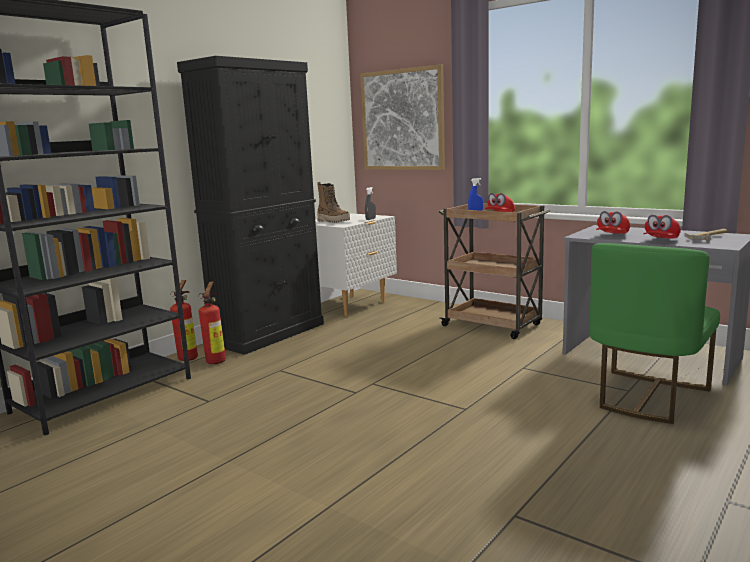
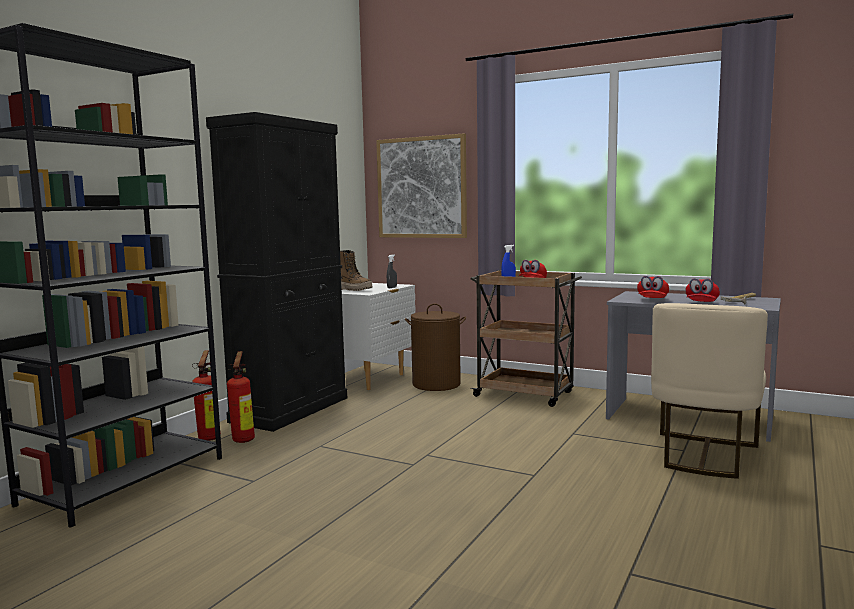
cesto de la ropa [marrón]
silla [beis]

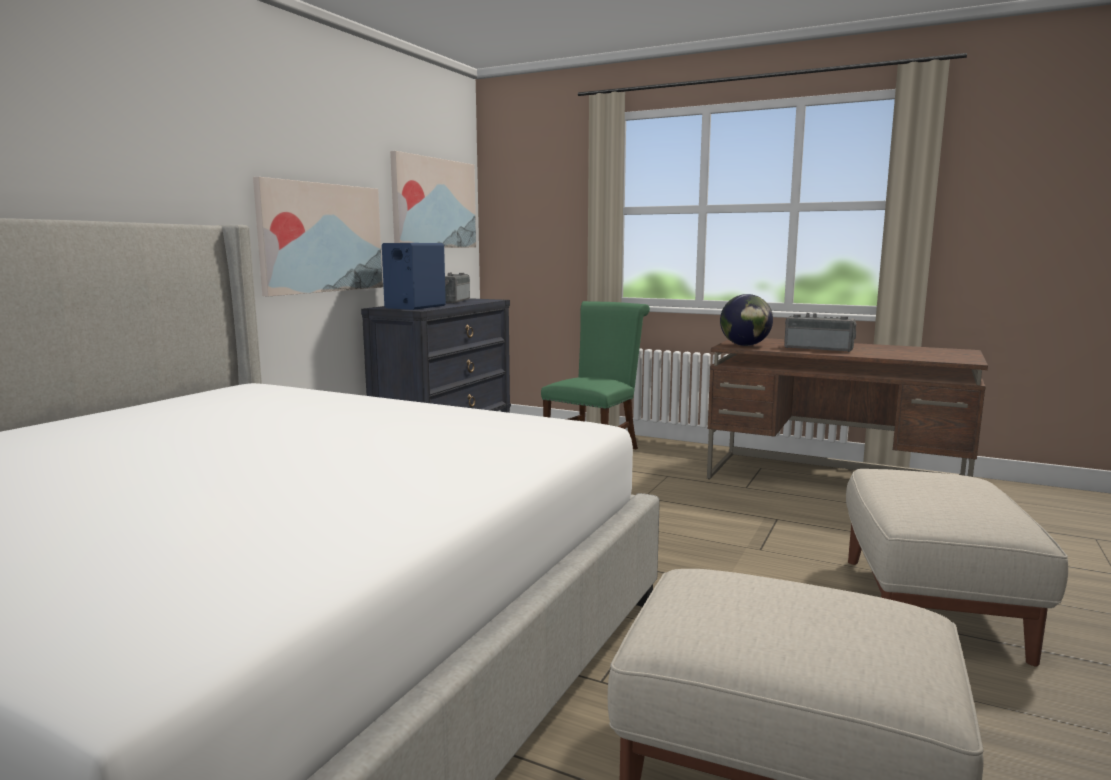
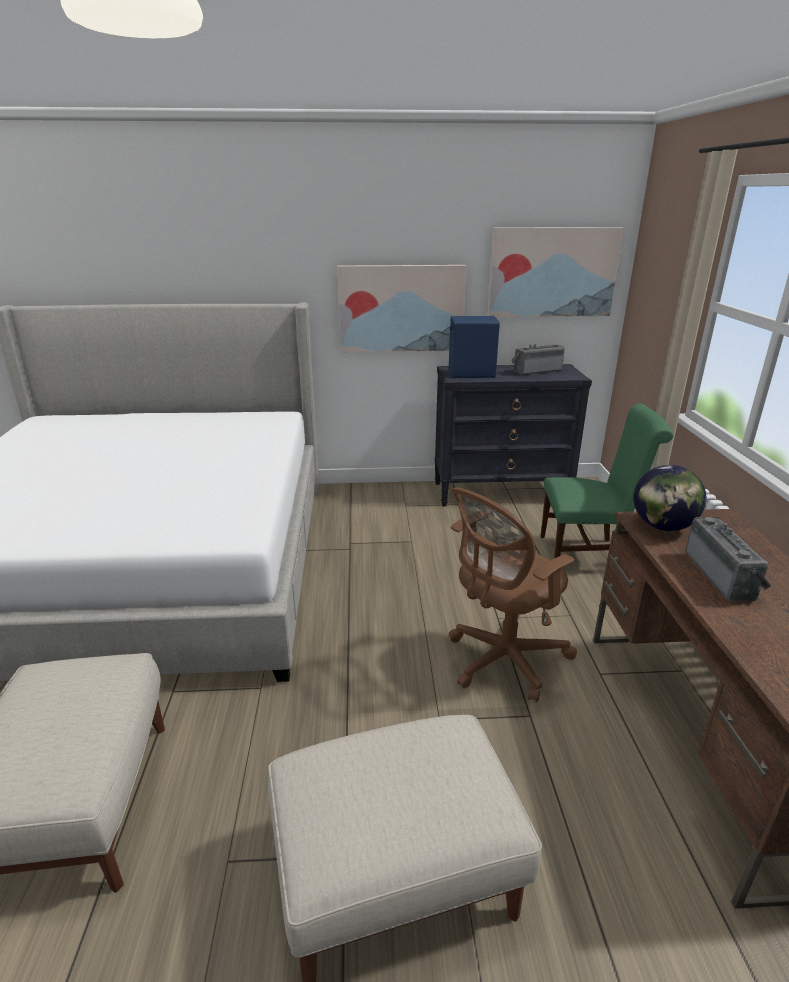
silla de oficina [marrón]

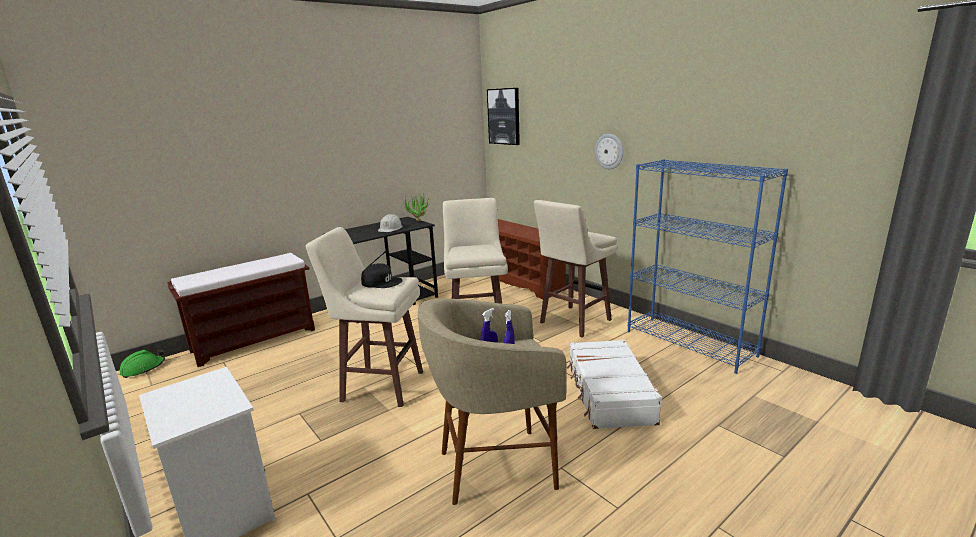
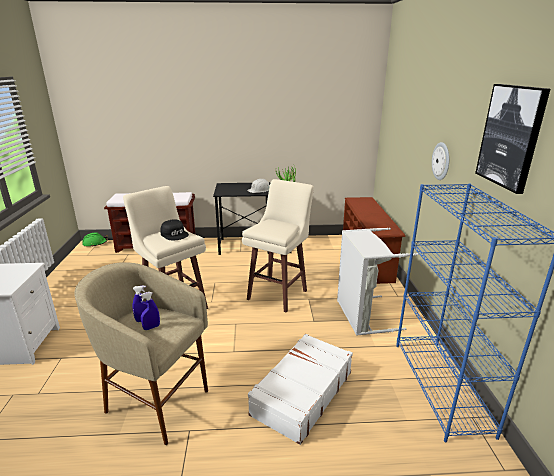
cesto de la ropa [gris]
cuadro

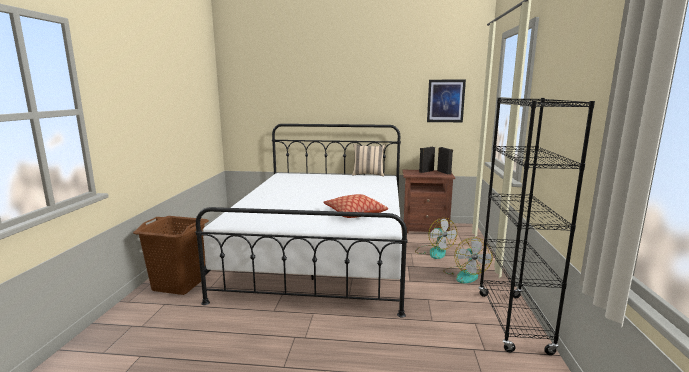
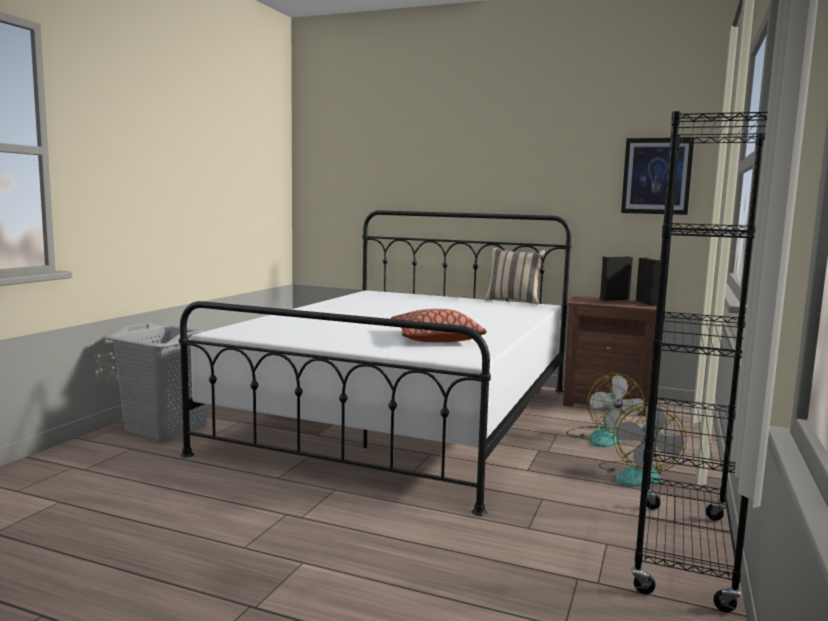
cesto de la ropa [gris]

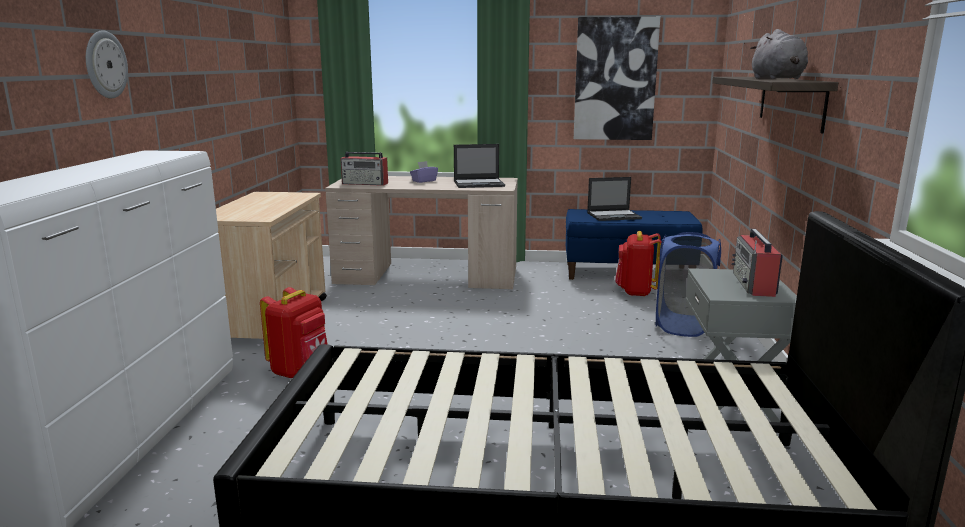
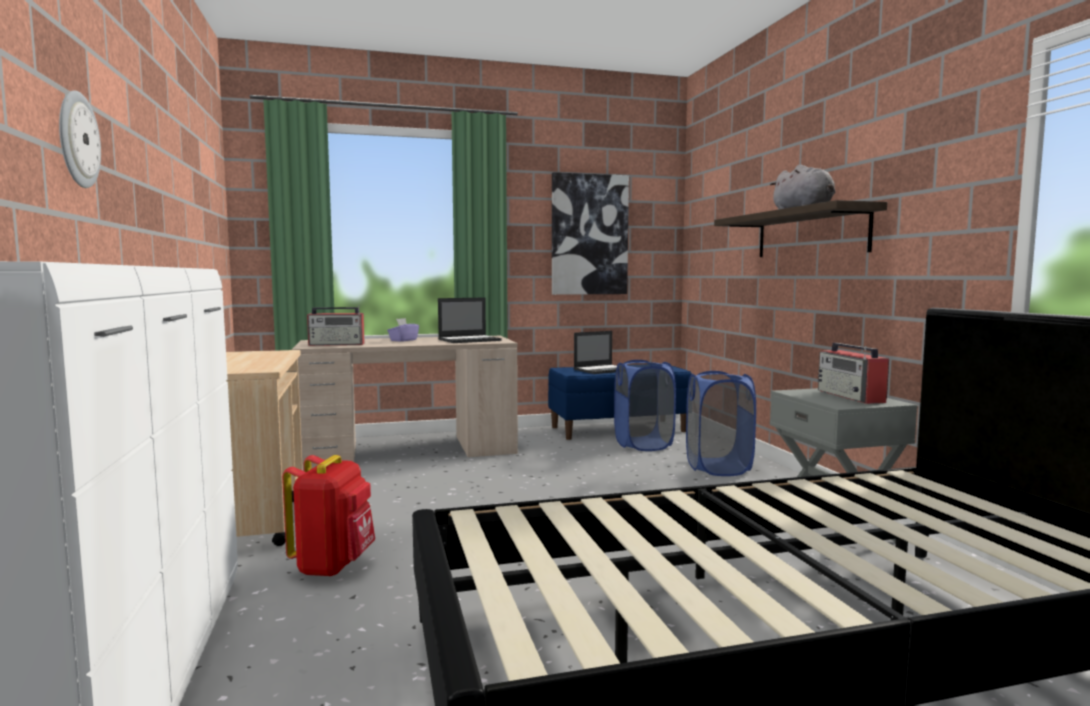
cesto de la ropa [azul] (no. 1 from left)

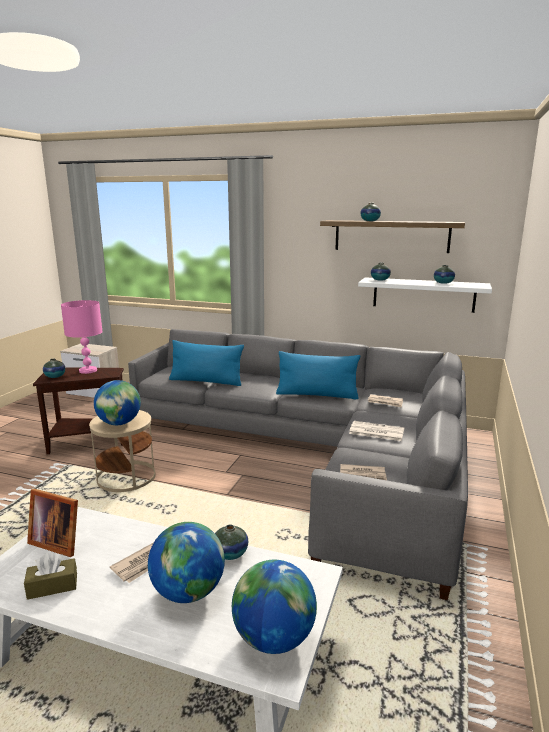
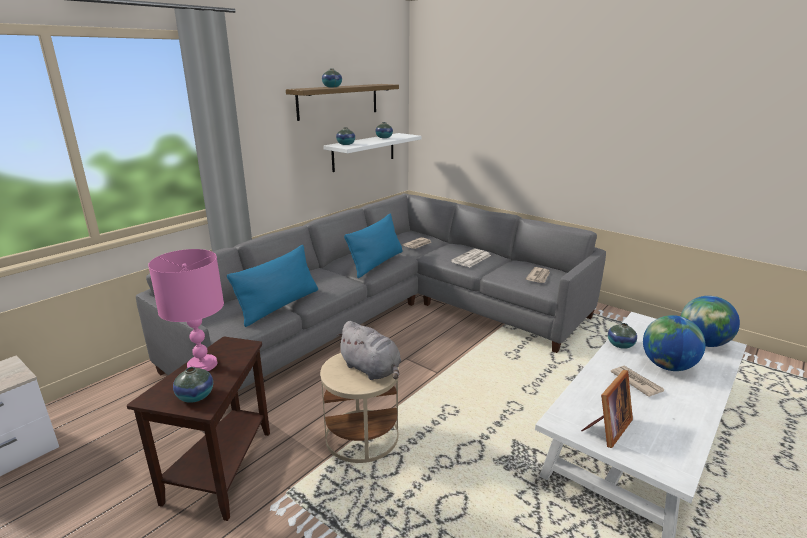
peluche [gris]
caja de pañuelos [marrón]

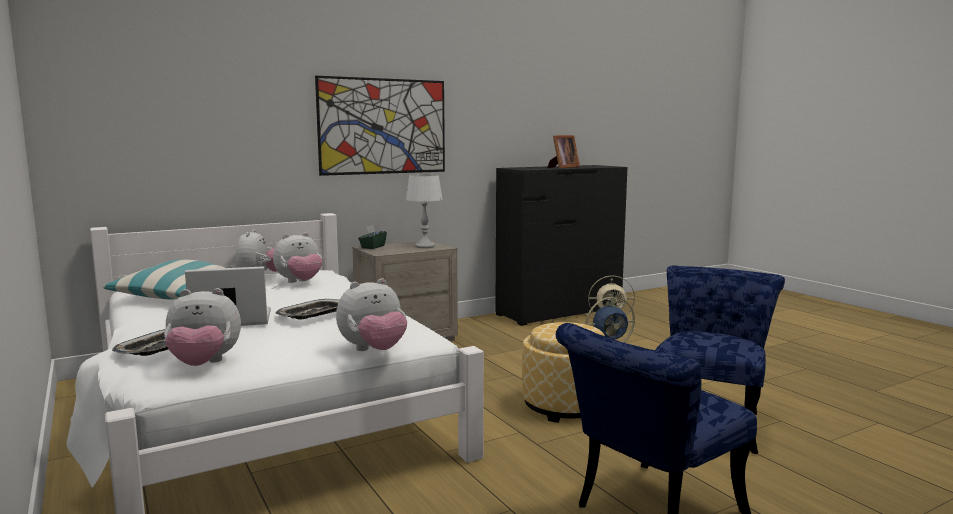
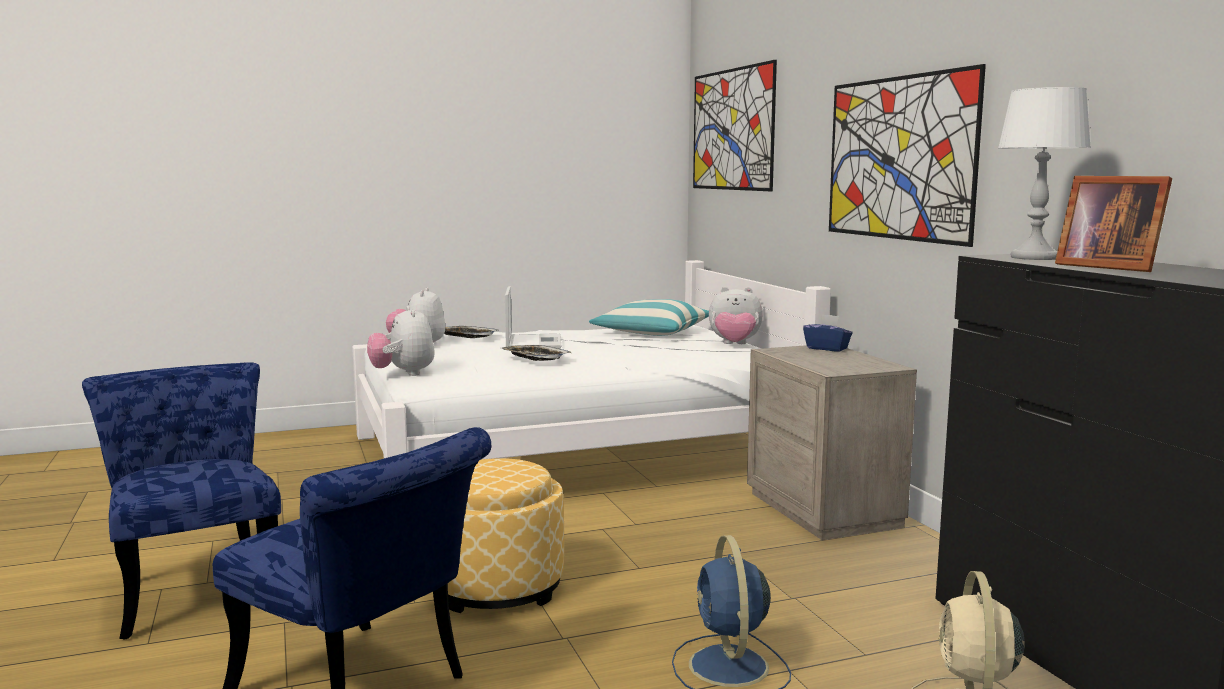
cuadro (no. 1 from left)
caja de pañuelos [azul]
lámpara de mesa [blanco]
peluche (no. 3 from left in the first image)

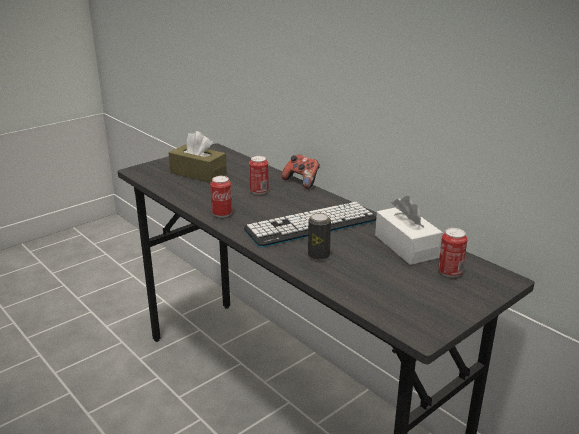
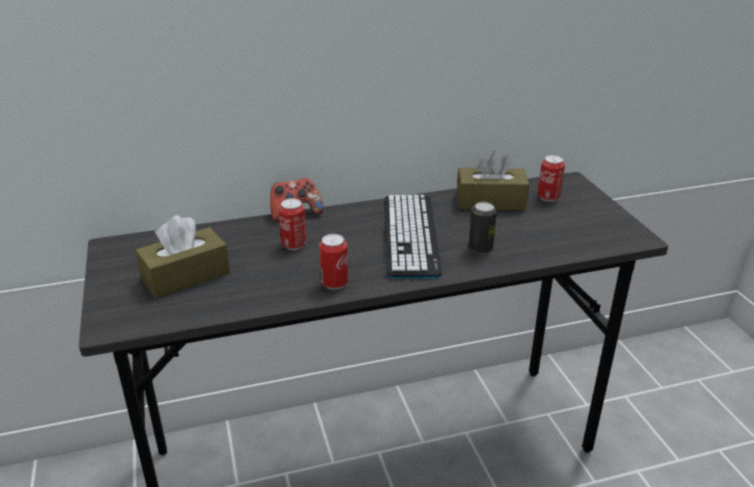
caja de pañuelos [marrón] (no. 2 from left)

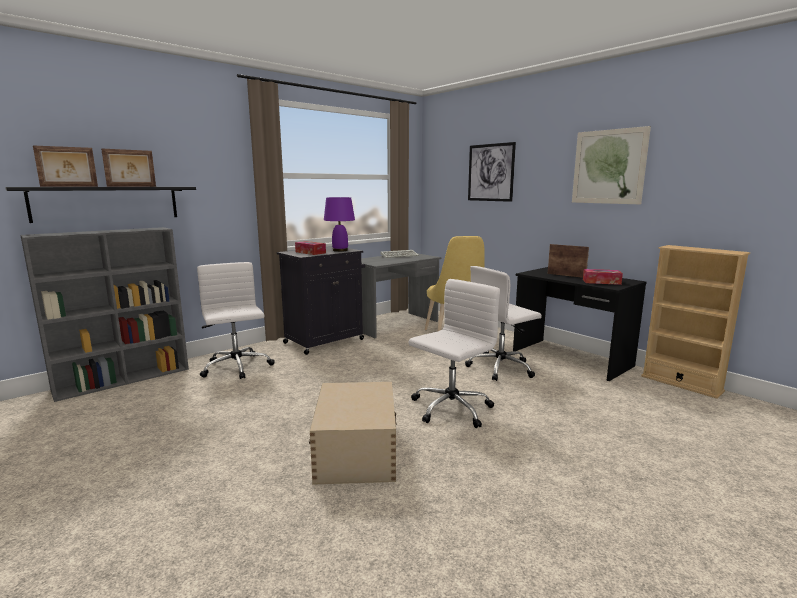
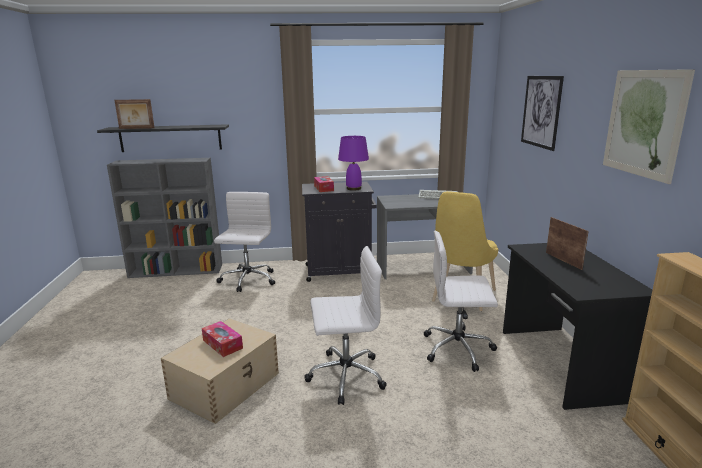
caja de pañuelos (no. 1 from left)
portarretratos (no. 2 from left in the first image)

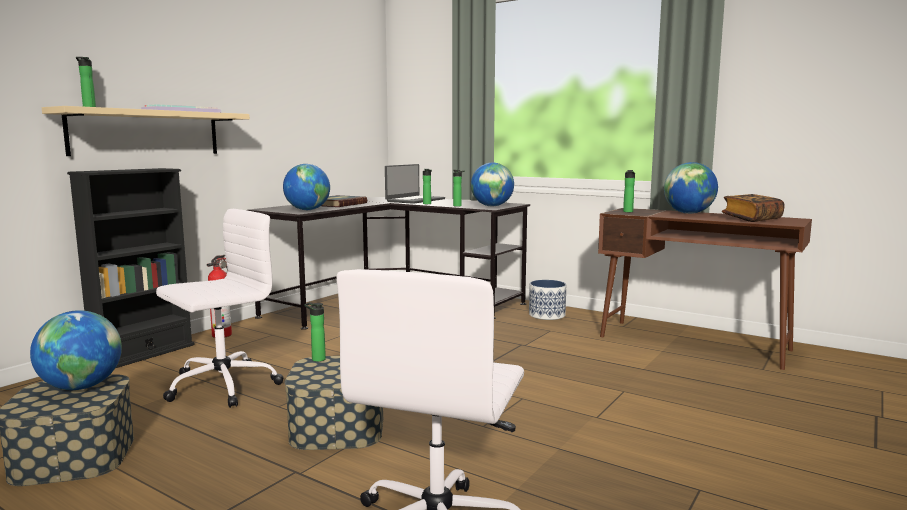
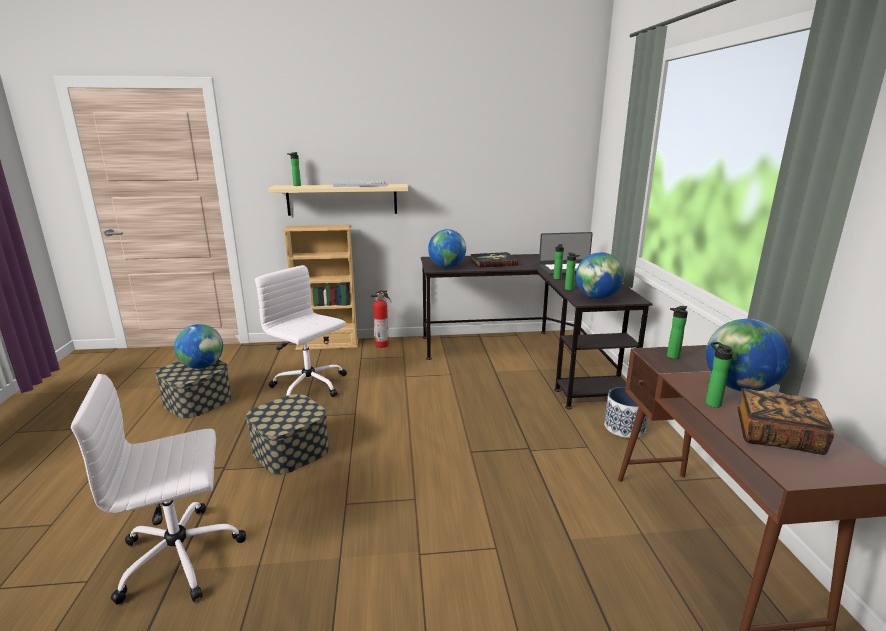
silla de oficina [blanco] (no. 2 from left)
estantería [beis]
botella (no. 5 from left)

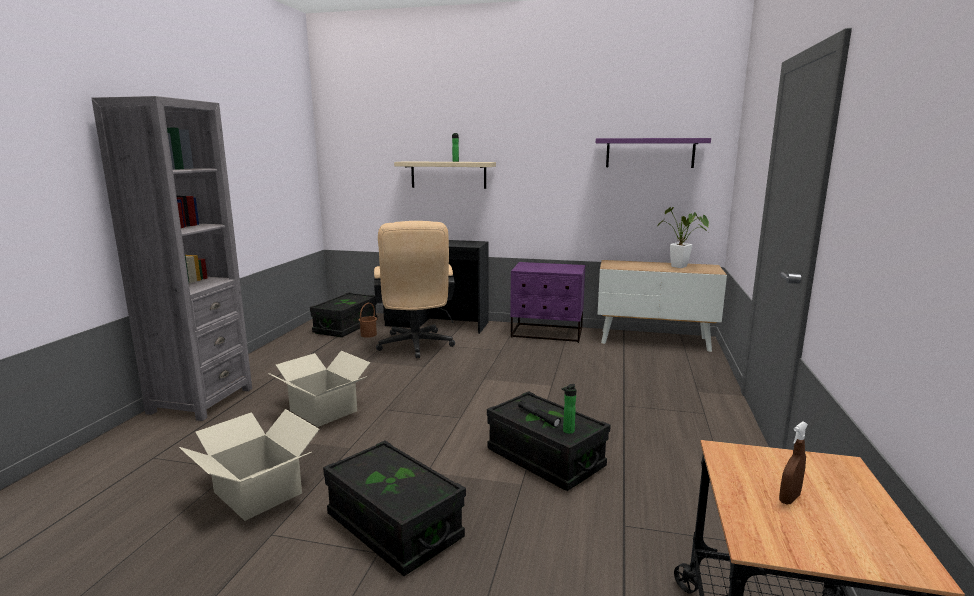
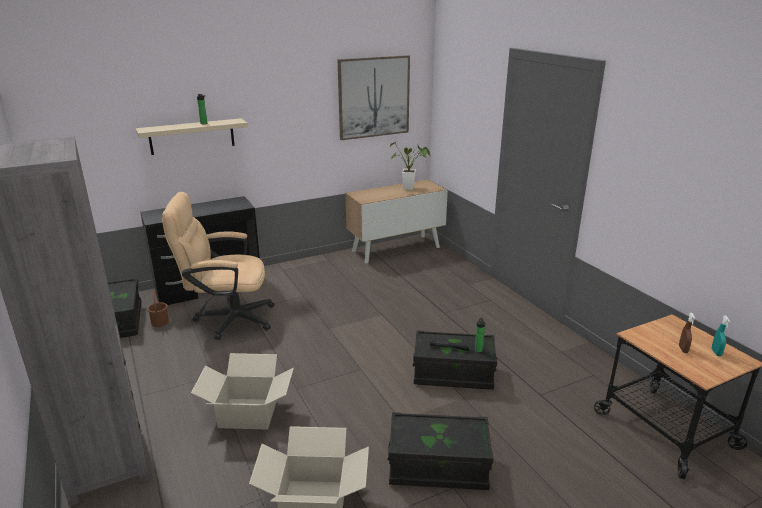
silla de oficina [beis]
cuadro
pulverizador [turquesa]
mesita de noche [morado]

